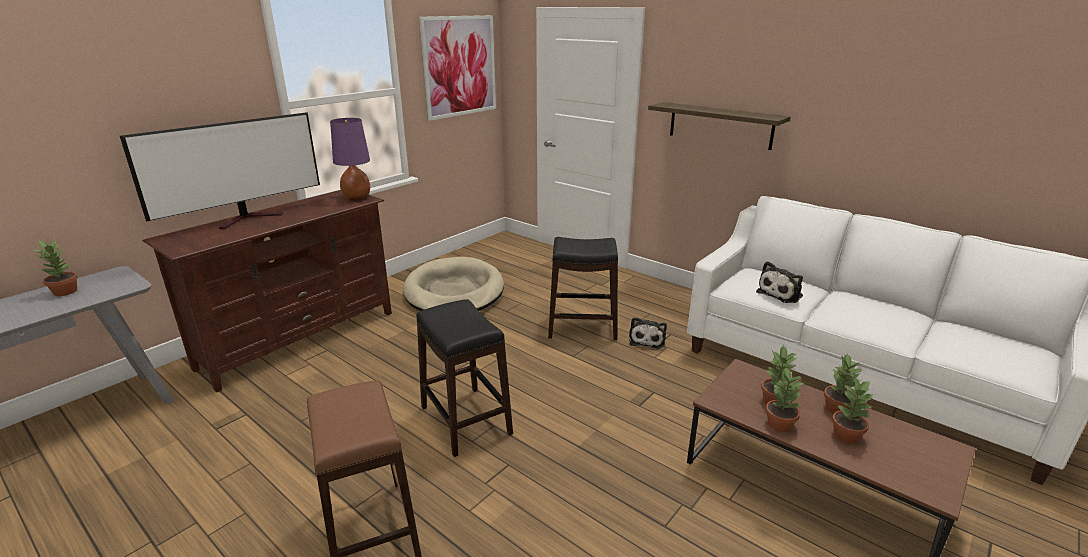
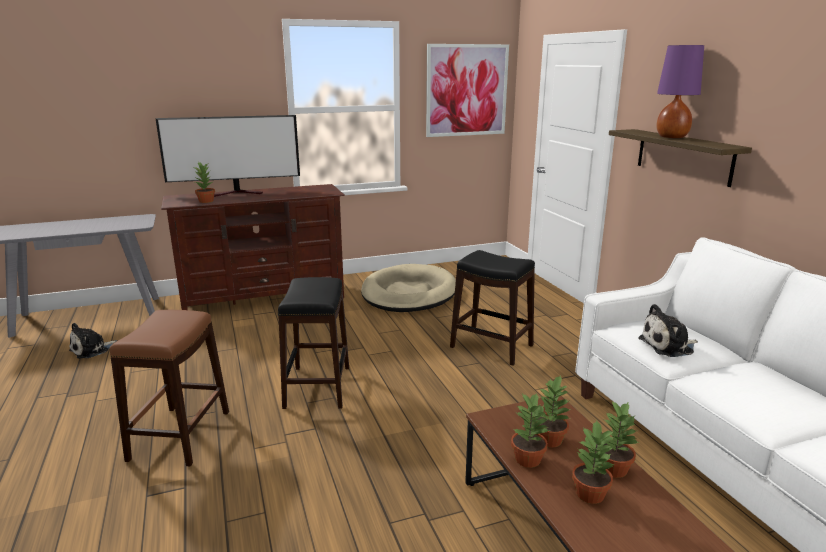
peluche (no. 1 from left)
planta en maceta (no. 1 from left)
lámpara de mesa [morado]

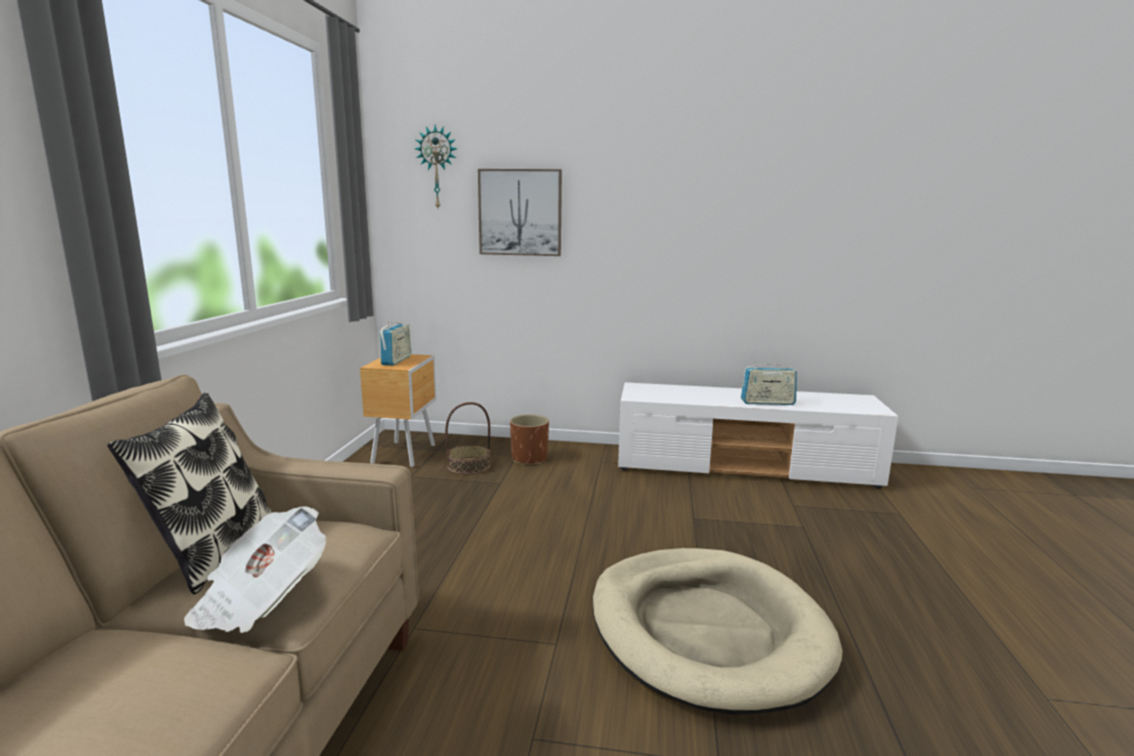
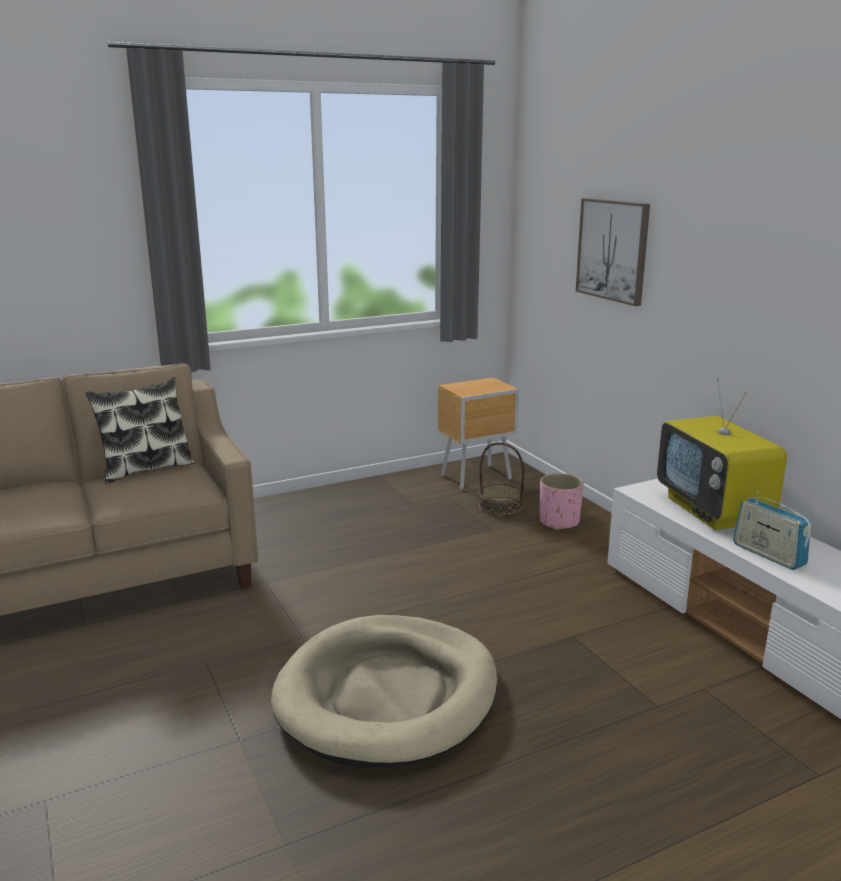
maceta [rosa]
televisor
periódico
radio (no. 1 from left in the first image)
reloj de pared

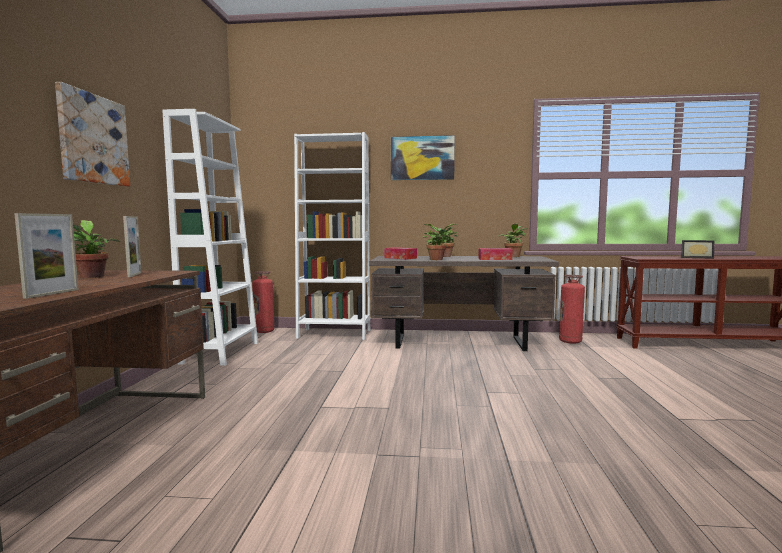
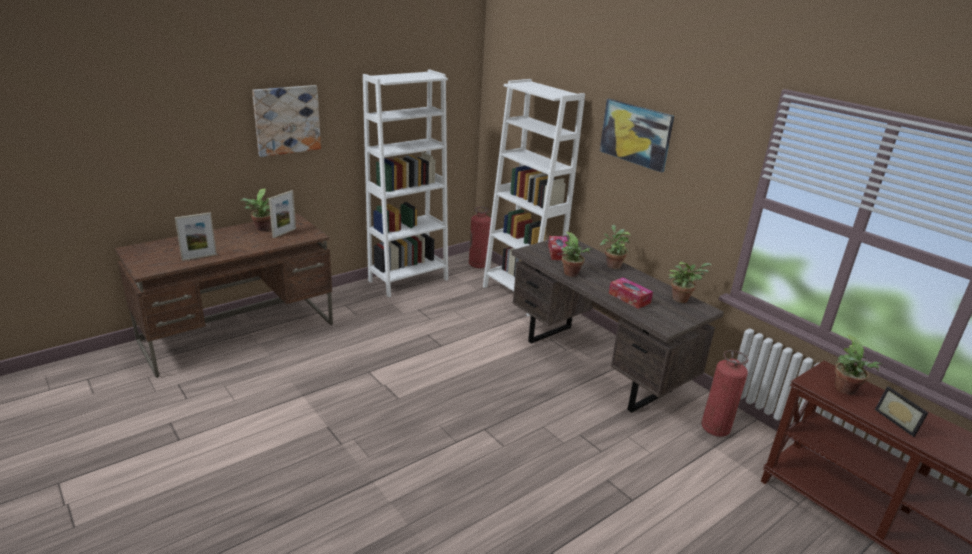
planta en maceta (no. 5 from left)

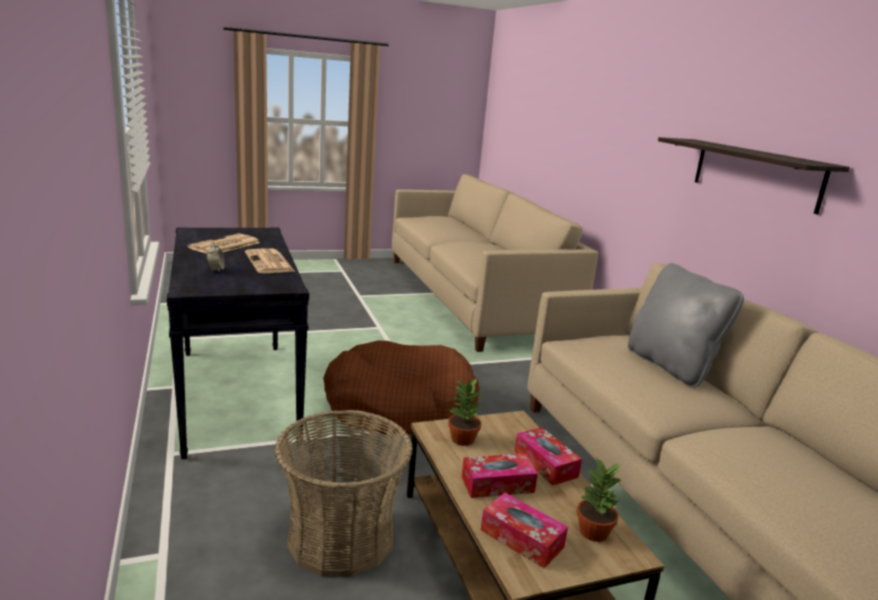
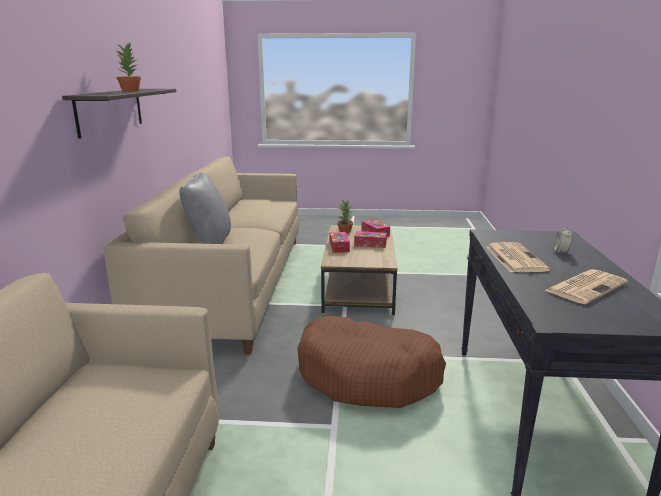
planta en maceta (no. 1 from left)
cesta

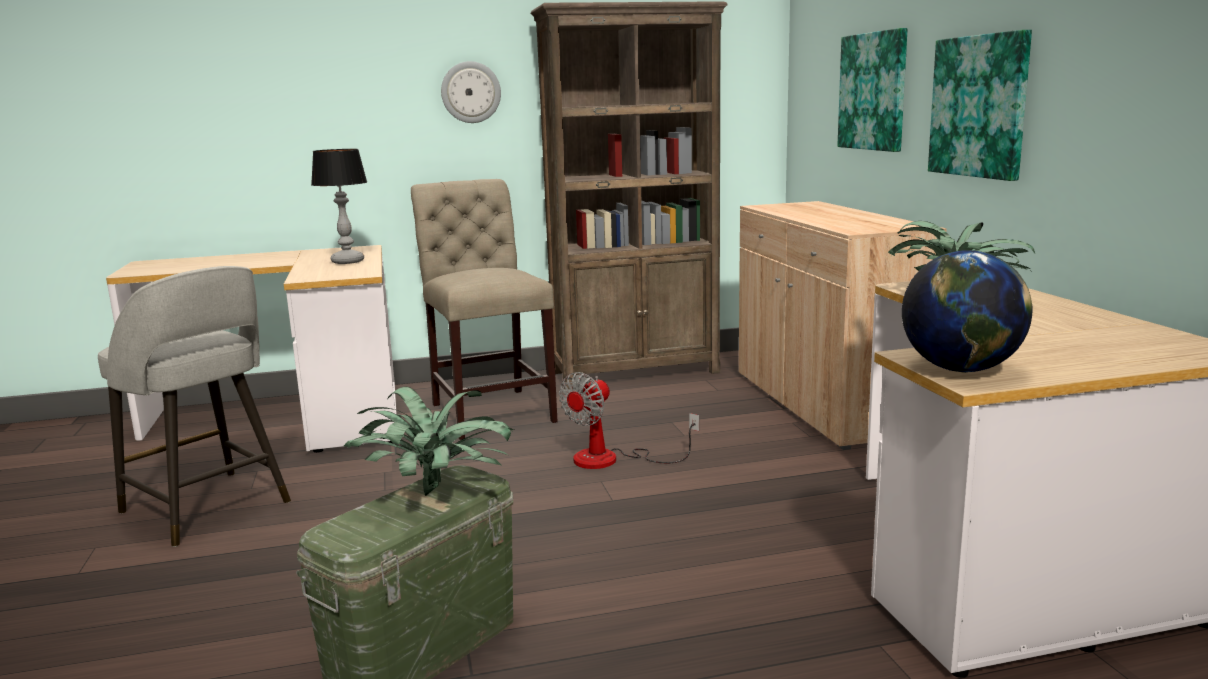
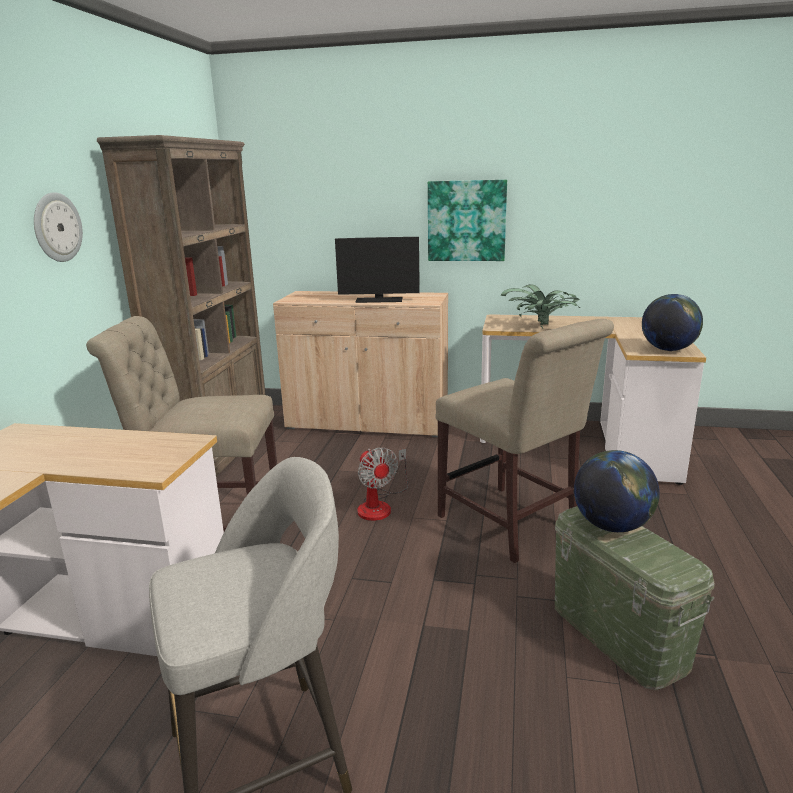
monitor
silla [beis] (no. 2 from left)
globo terráqueo (no. 1 from left)
lámpara de mesa
cuadro (no. 1 from left in the first image)

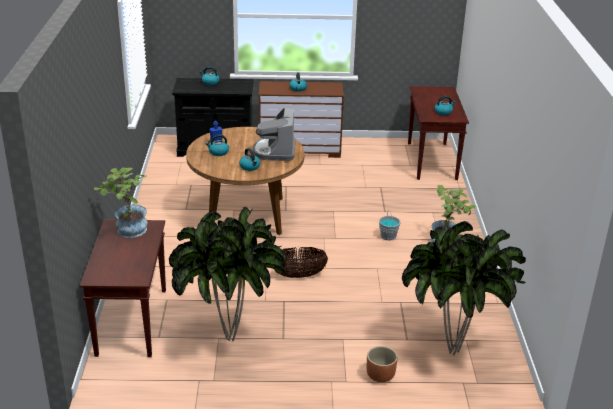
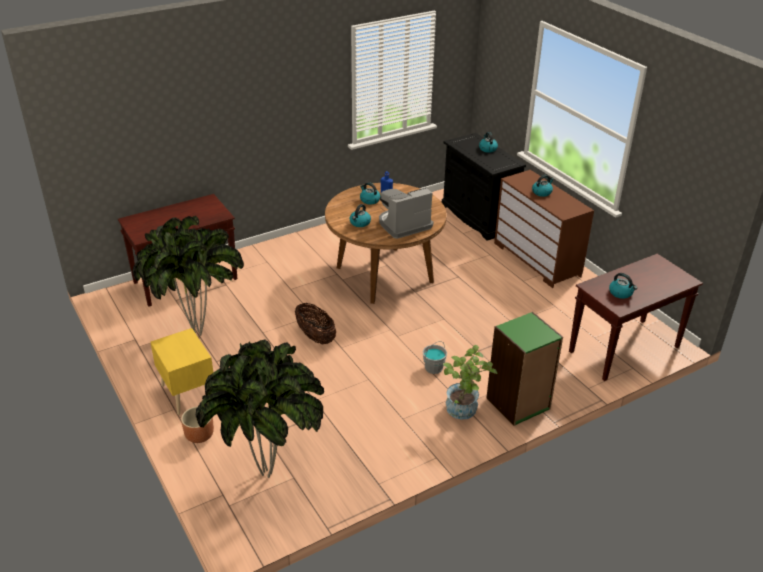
mesita de noche [amarillo]
estantería [verde]
planta en maceta (no. 1 from left in the first image)

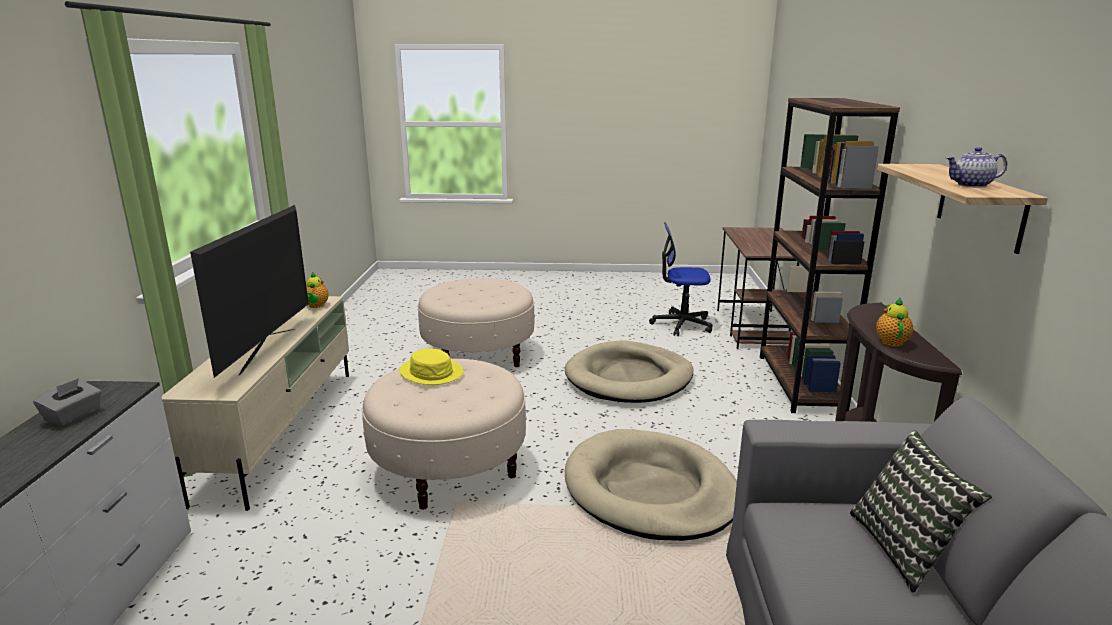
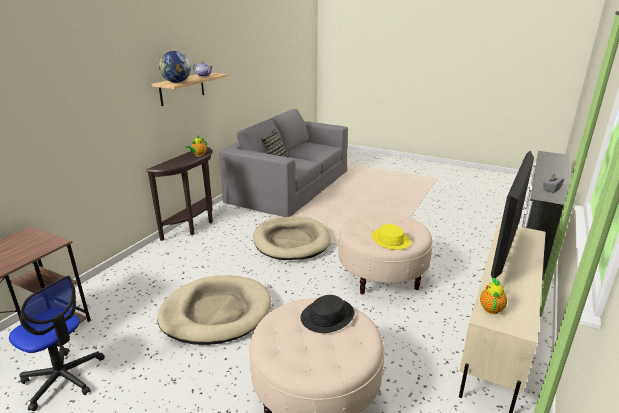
globo terráqueo
sombrero [negro]
estantería [marrón]

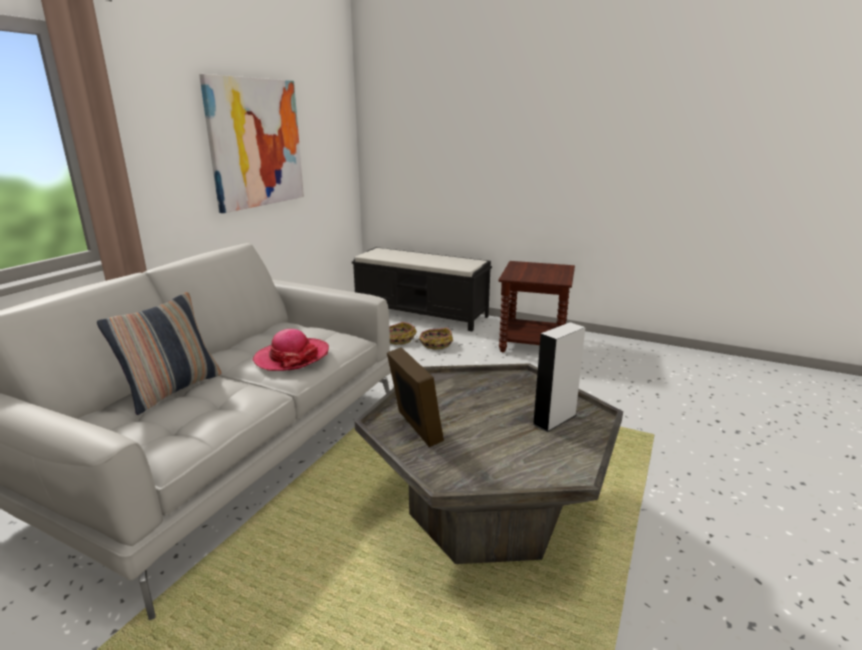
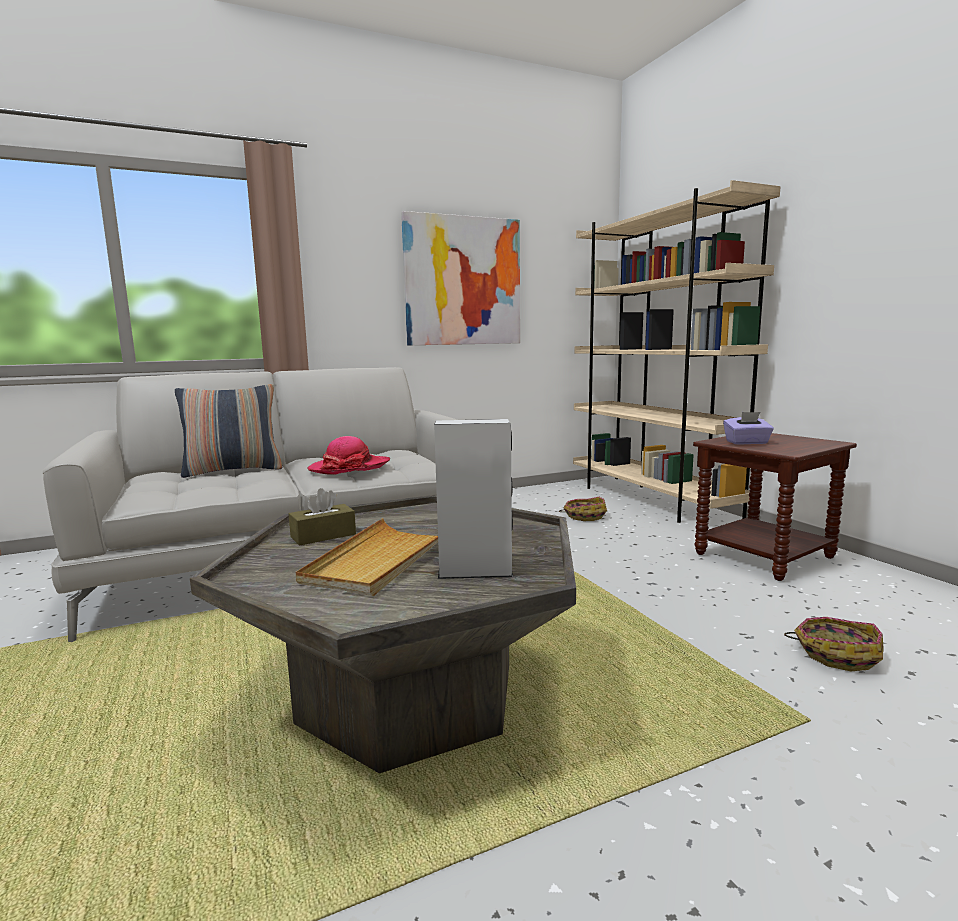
caja de pañuelos [marrón]
bandeja [beis]
estantería [beis]
caja de pañuelos [morado]
cesta (no. 2 from left)

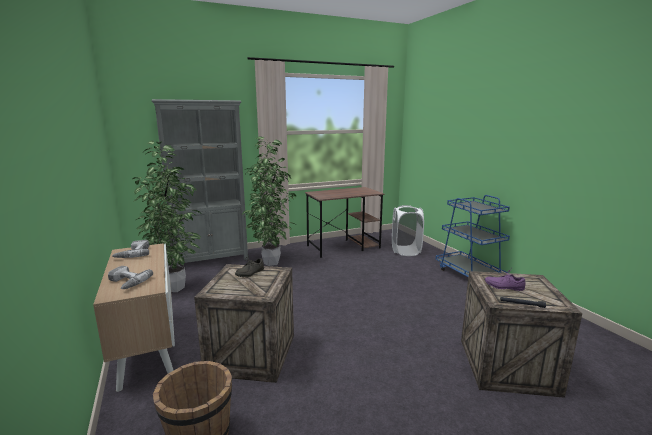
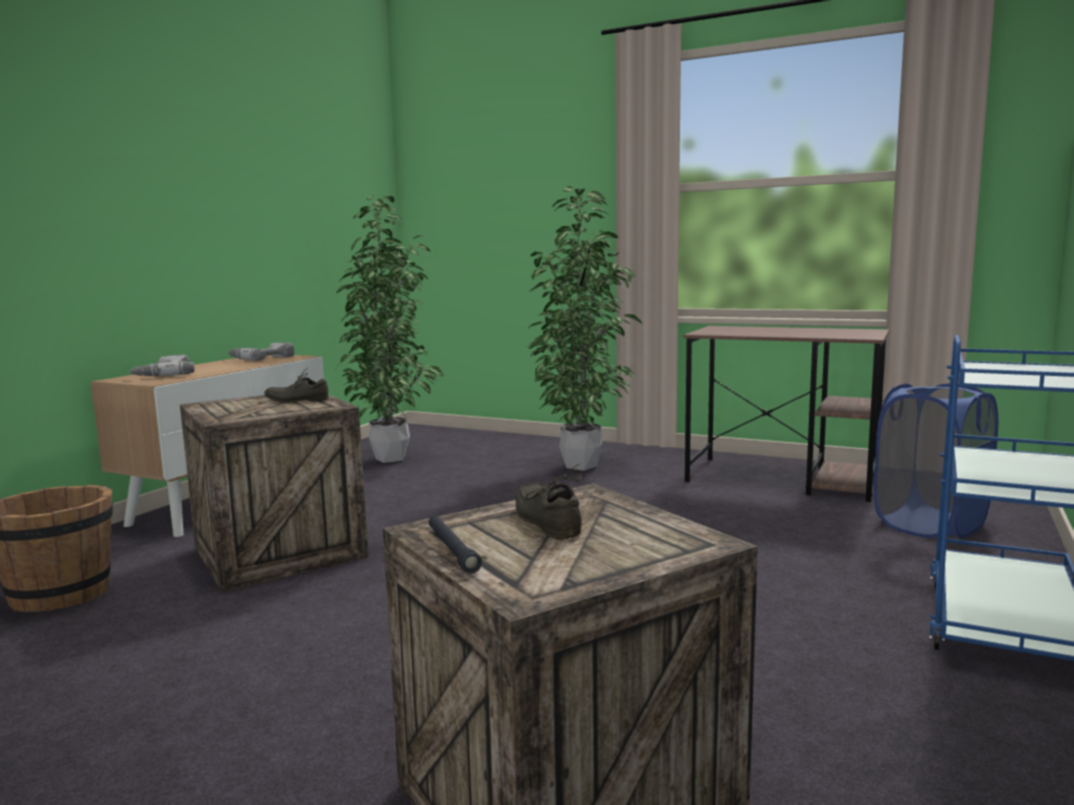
zapato [gris] (no. 2 from left)
cesto de la ropa [azul]
estantería [gris]

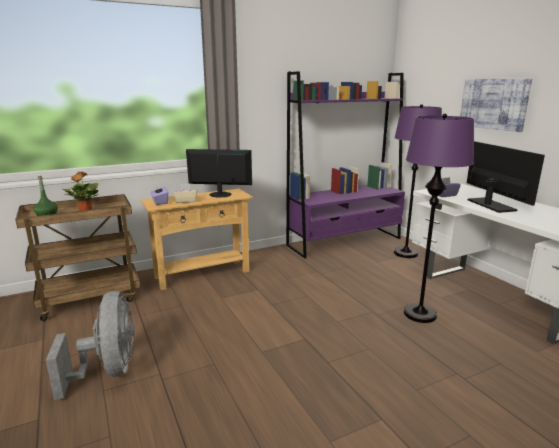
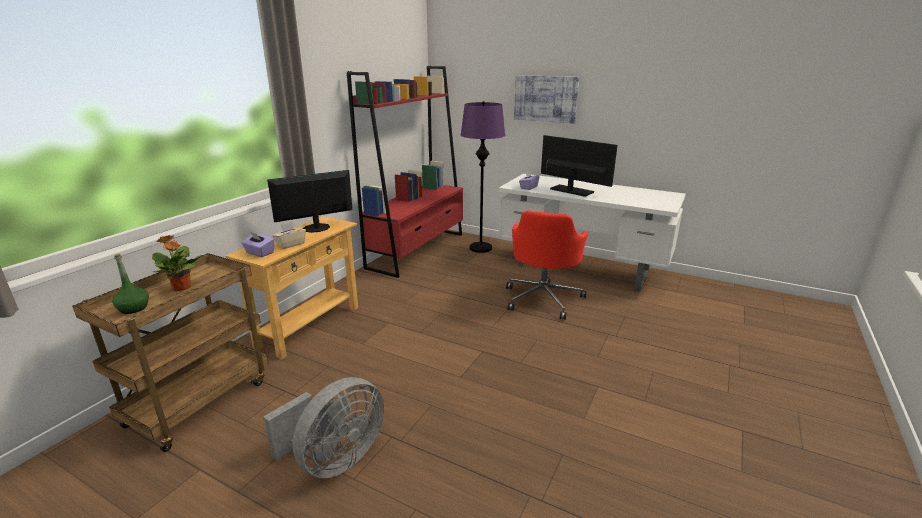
ventilador [gris]
estantería [rojo]
silla de oficina [rojo]

